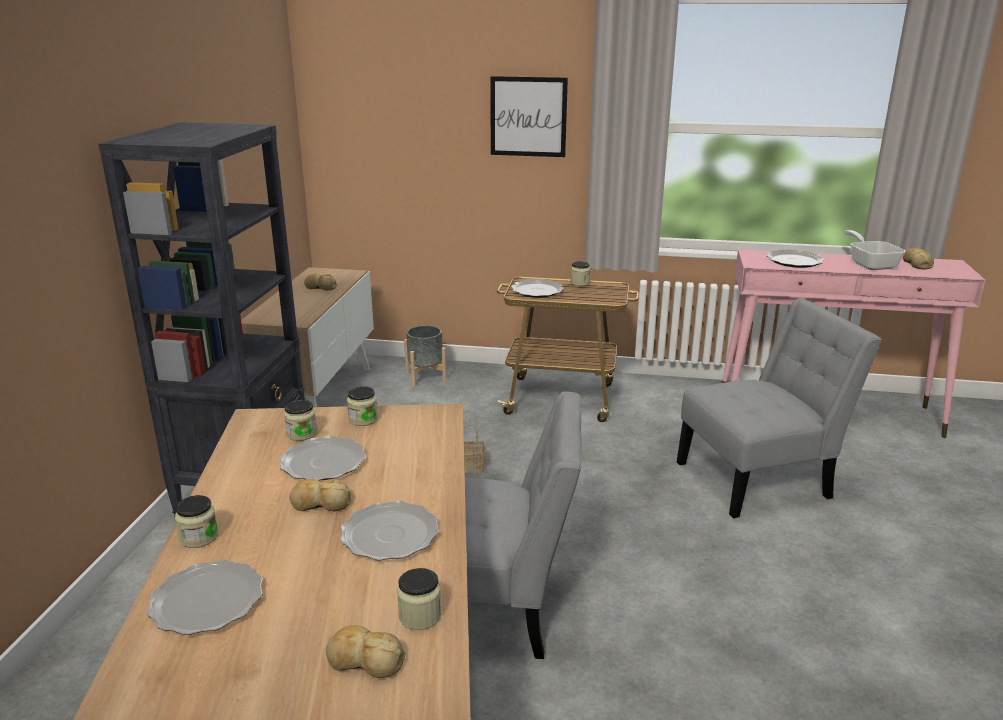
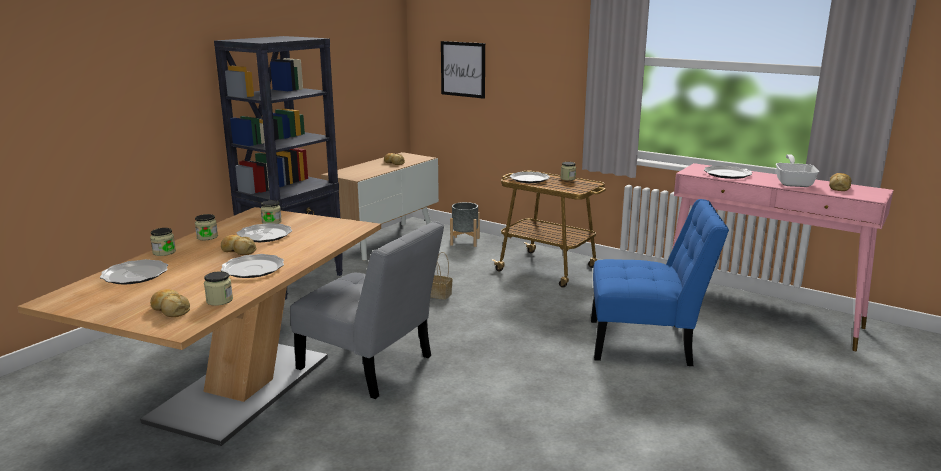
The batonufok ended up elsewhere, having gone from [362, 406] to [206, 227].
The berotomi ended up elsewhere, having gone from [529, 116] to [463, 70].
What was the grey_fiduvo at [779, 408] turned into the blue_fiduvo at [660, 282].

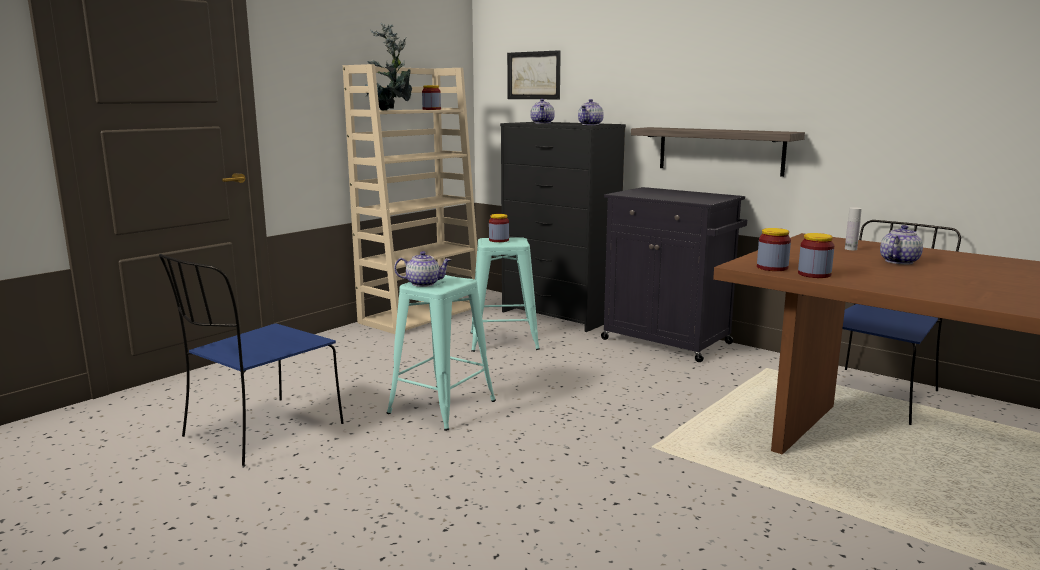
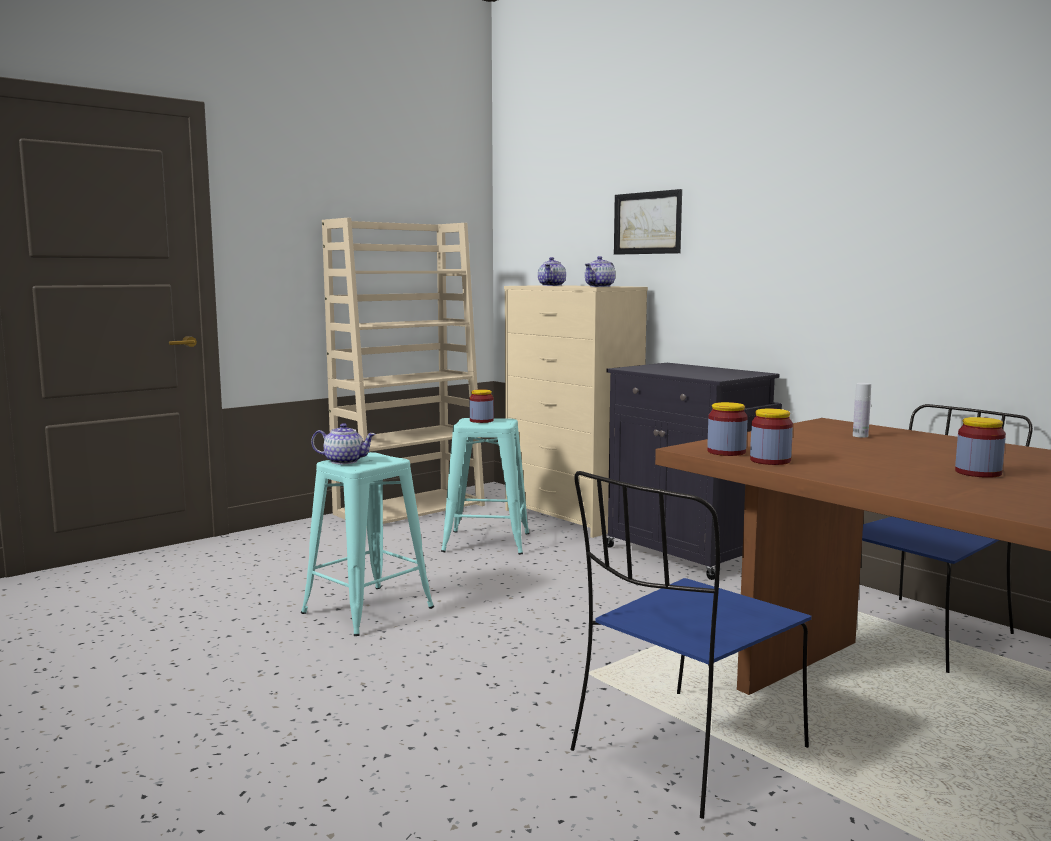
The blue_fiduvo ended up elsewhere, having gone from [251, 360] to [691, 645].
The second view lost the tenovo at [388, 66].
The batonufok ended up elsewhere, having gone from [431, 97] to [980, 447].
What was the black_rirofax at [563, 227] turned into the beige_rirofax at [576, 411].
The berotomi ended up elsewhere, having gone from [534, 74] to [648, 222].
The second view lost the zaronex at [718, 152].
The second view lost the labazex at [901, 245].

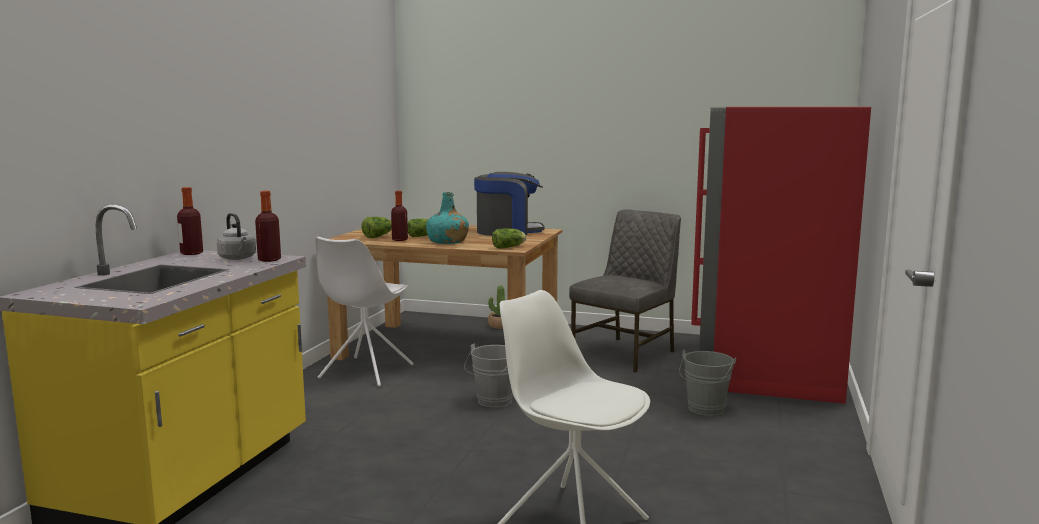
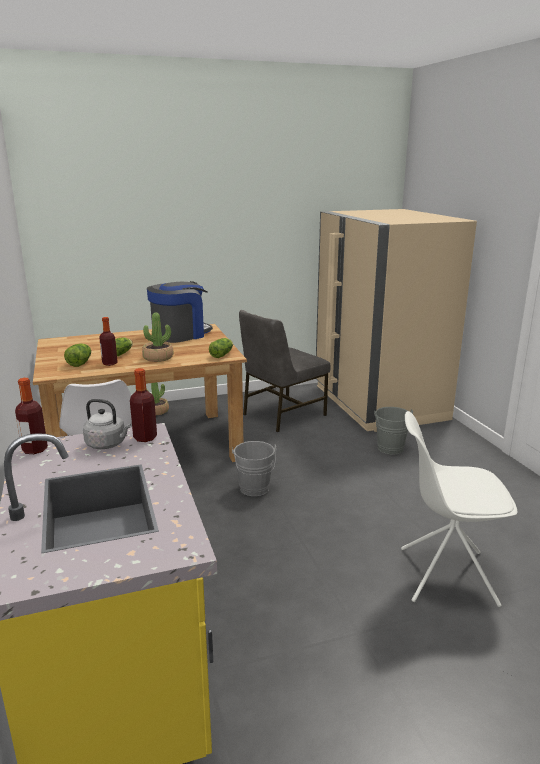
Where the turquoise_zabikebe stood at [447, 218], the tenovo came to stand at [157, 337].
The grey_fiduvo at [625, 291] ended up facing another way, 135 degrees counterclockwise from before.
What was the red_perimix at [781, 255] turned into the beige_perimix at [396, 320].

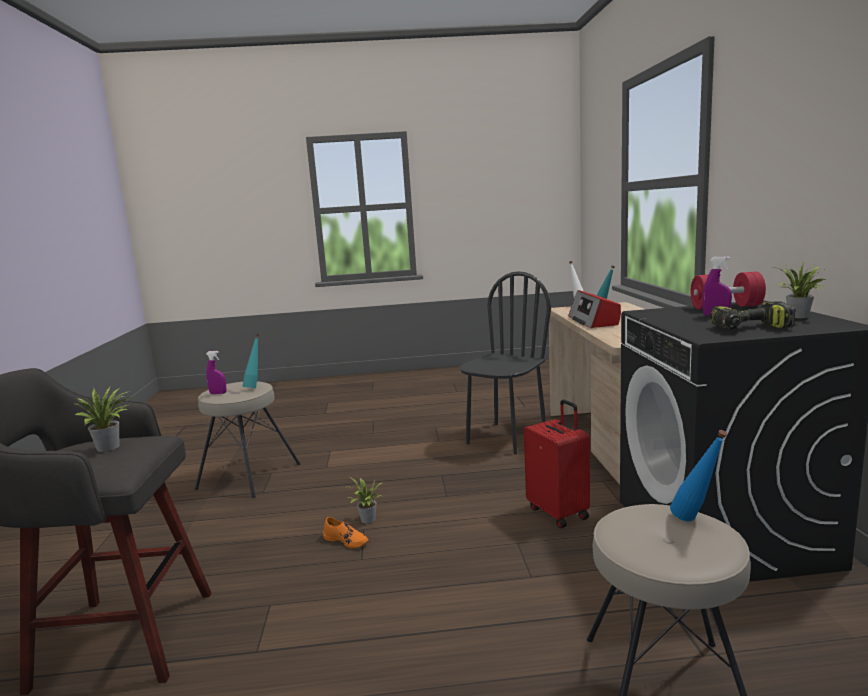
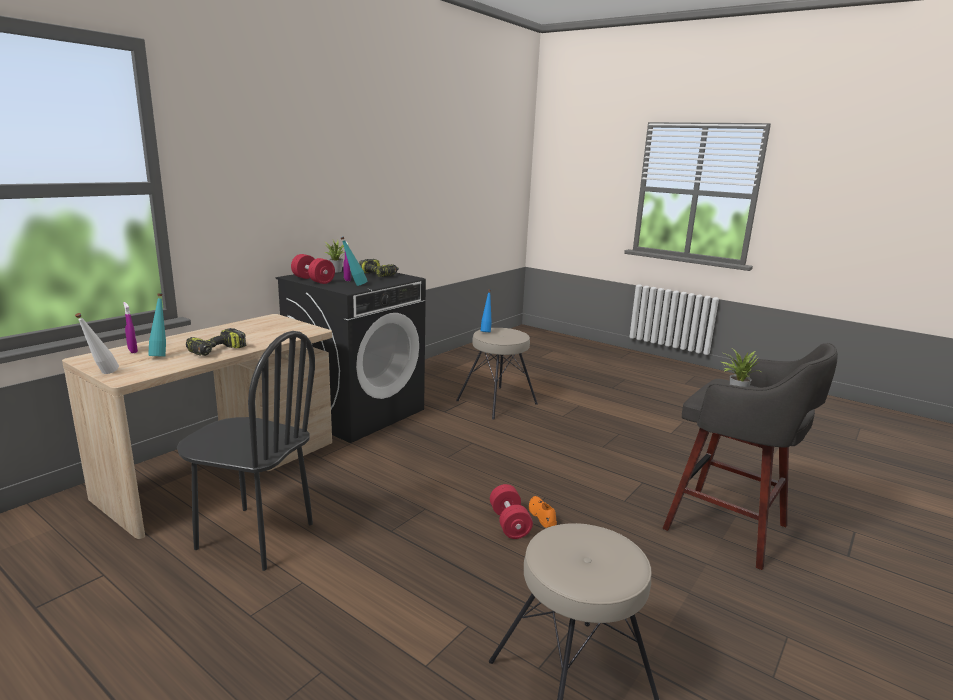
The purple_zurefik ended up elsewhere, having gone from [216, 372] to [130, 327].
The turquoise_zabikebe ended up elsewhere, having gone from [250, 361] to [354, 261].
Where the tenovo stood at [365, 500], the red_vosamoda came to stand at [511, 511].
The black_fiduvo at [505, 363] ended up facing another way, 150 degrees counterclockwise from before.
The second view lost the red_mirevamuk at [557, 464].
Where the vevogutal stood at [594, 309], the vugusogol came to stand at [216, 342].

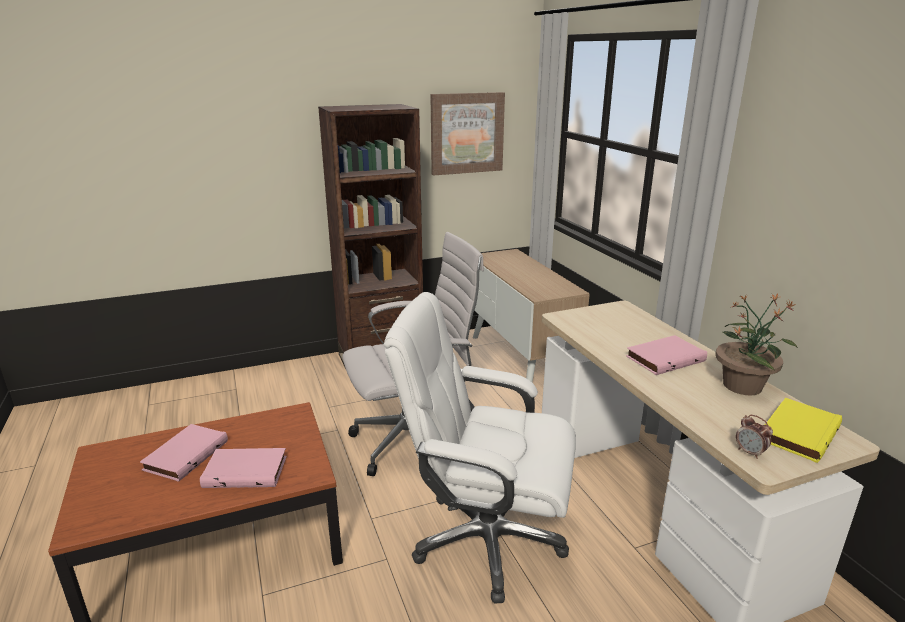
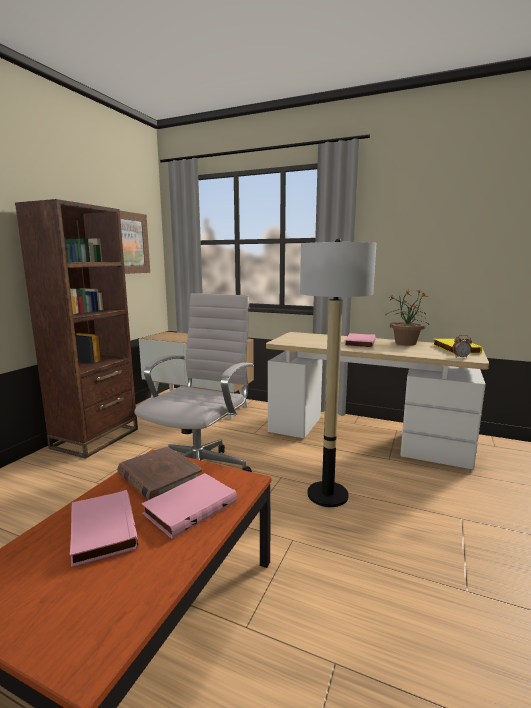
Where the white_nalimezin stood at [480, 447], the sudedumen came to stand at [338, 372].
The second view gained the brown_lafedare at [160, 473].

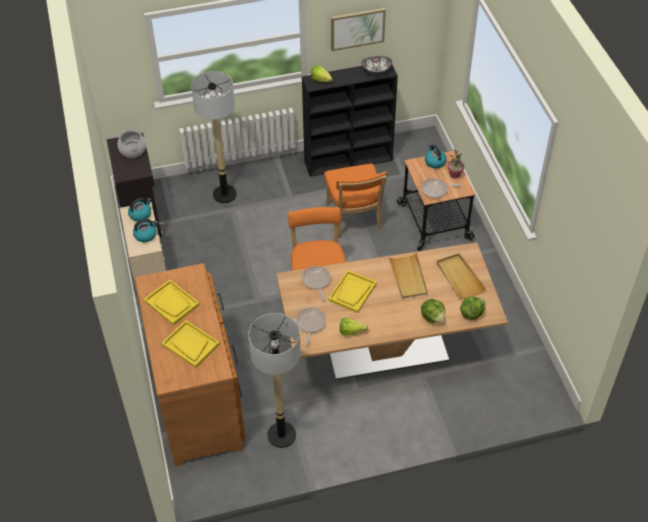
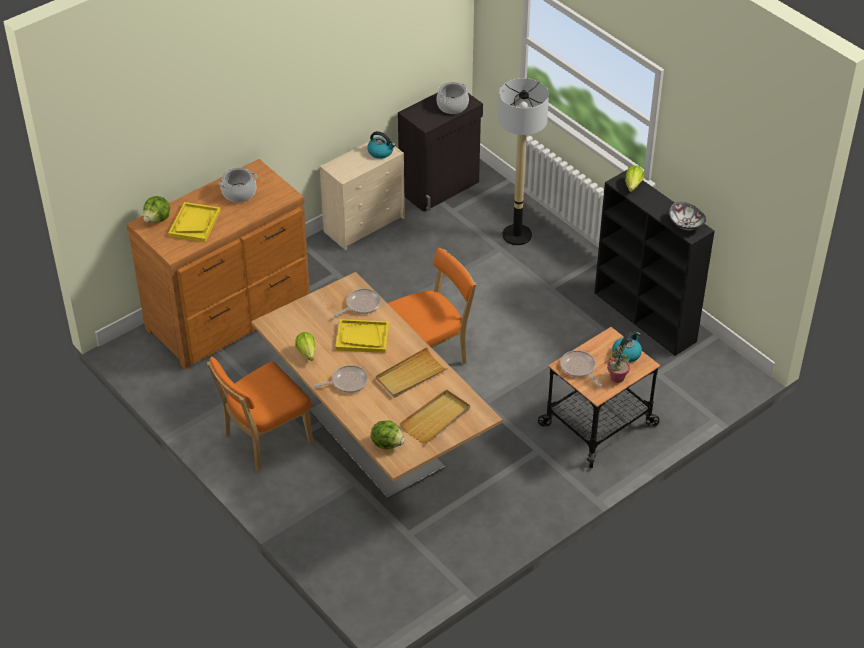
The second view lost the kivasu at [145, 230].
Where the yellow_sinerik stood at [171, 302], the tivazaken came to stand at [238, 185].
The second view lost the sudedumen at [274, 380].
The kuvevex ended up elsewhere, having gone from [311, 326] to [340, 379].
The orange_fiduvo ended up elsewhere, having gone from [355, 200] to [260, 414].
The second view lost the berotomi at [358, 29].
The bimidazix ended up elsewhere, having gone from [433, 311] to [156, 209].

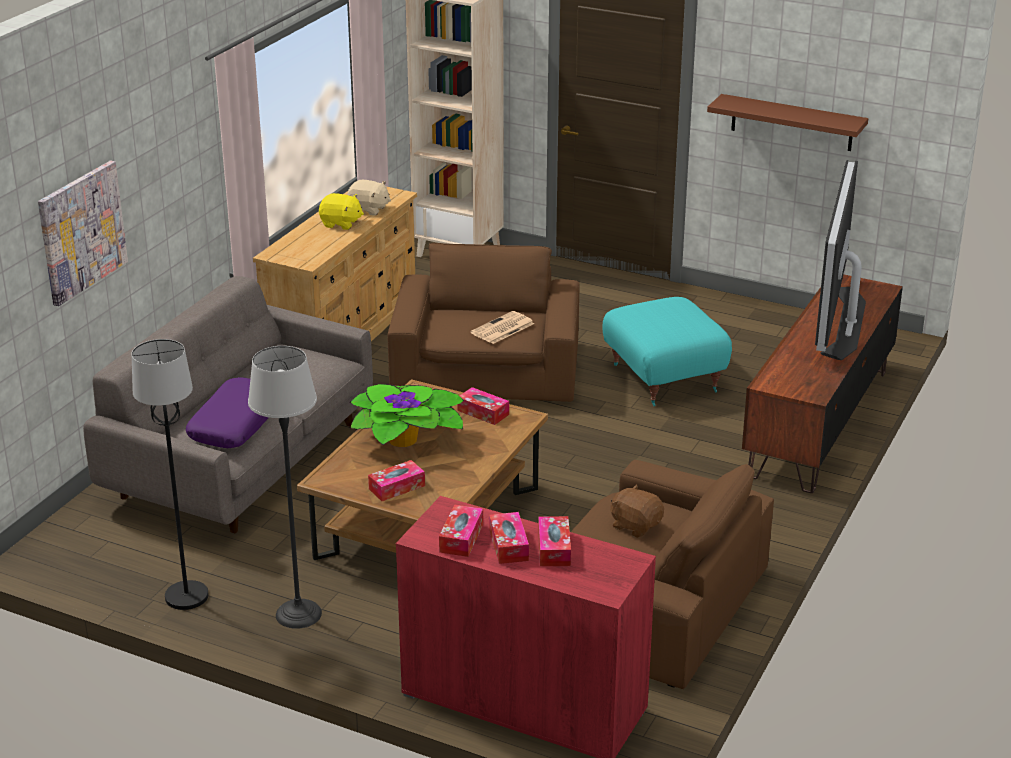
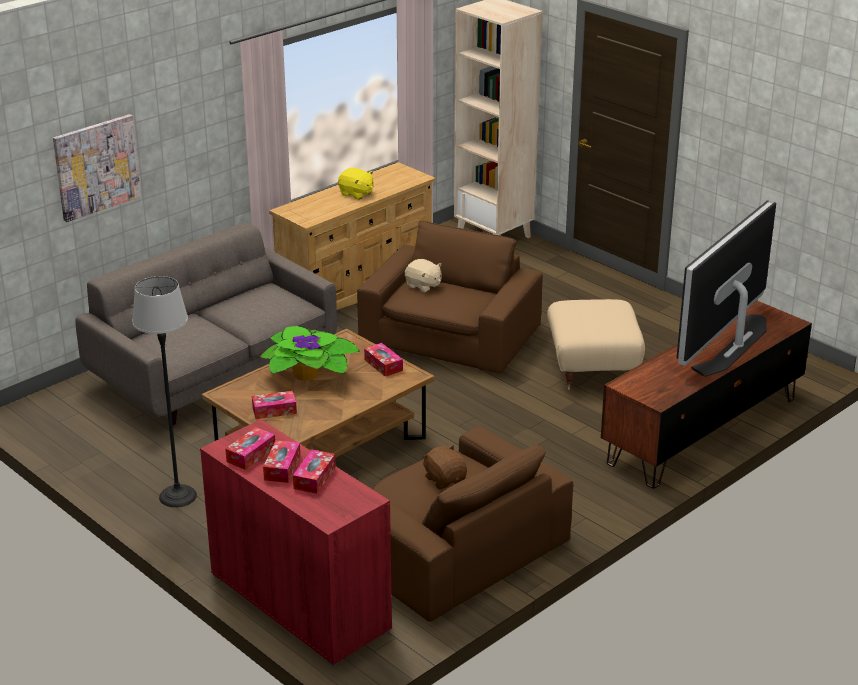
The second view lost the black_sudedumen at [170, 474].
The second view lost the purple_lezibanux at [227, 412].
The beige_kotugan ended up elsewhere, having gone from [369, 198] to [423, 276].
The second view lost the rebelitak at [502, 327].
What was the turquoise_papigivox at [667, 351] turned into the beige_papigivox at [596, 344].
The second view lost the brown_zaronex at [787, 122].

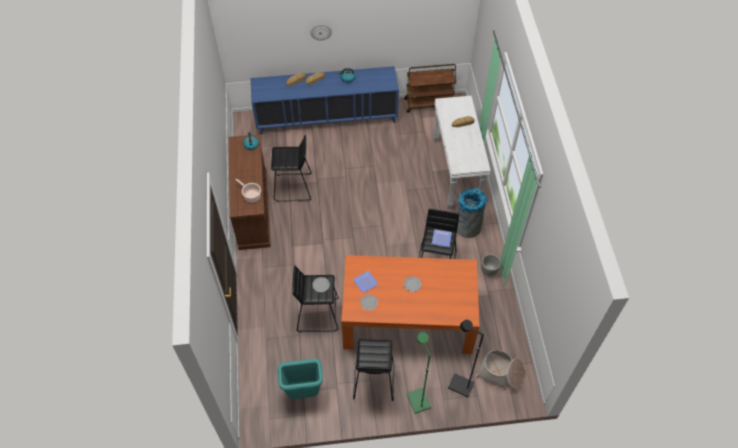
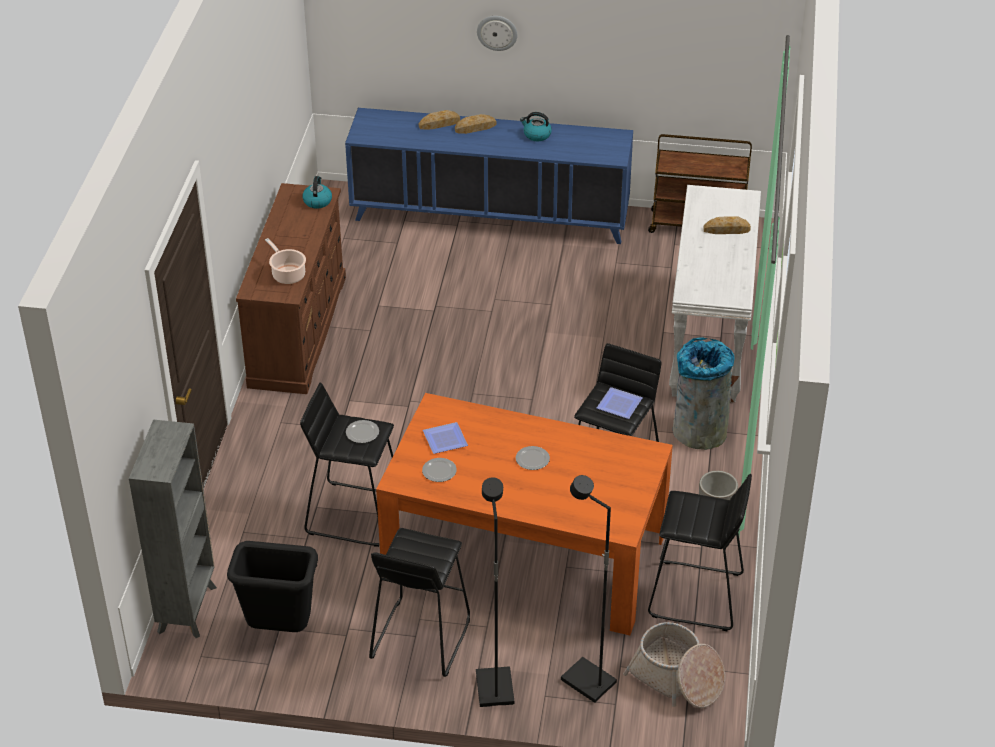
The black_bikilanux ended up elsewhere, having gone from [291, 168] to [700, 552].
What was the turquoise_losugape at [300, 379] turned into the black_losugape at [272, 586].
What was the green_sudedumen at [419, 373] turned into the black_sudedumen at [495, 592].
The second view gained the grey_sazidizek at [173, 528].

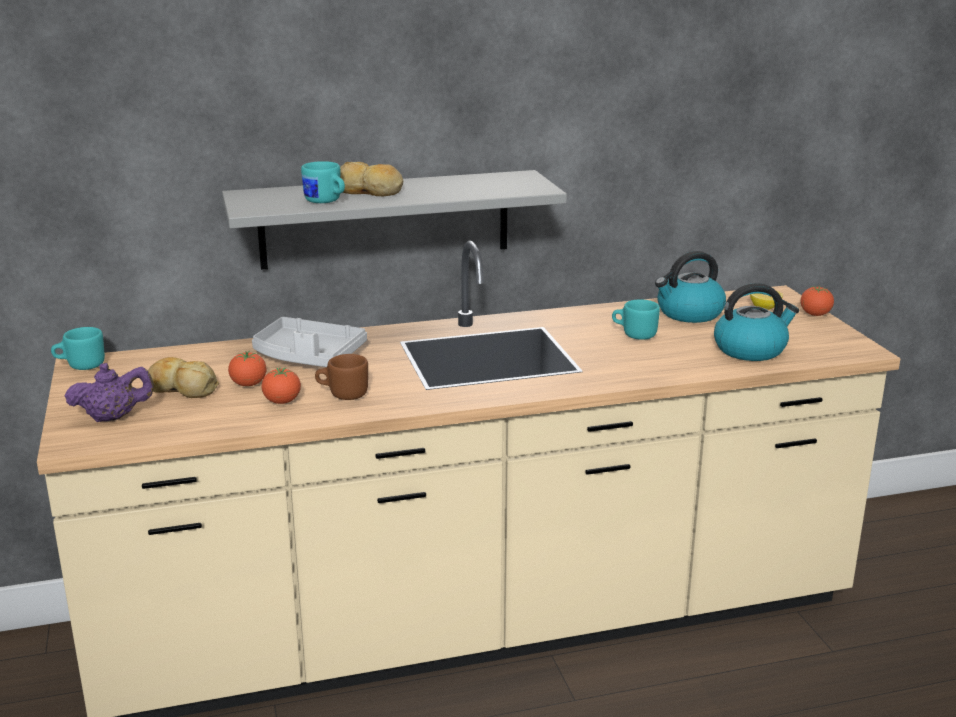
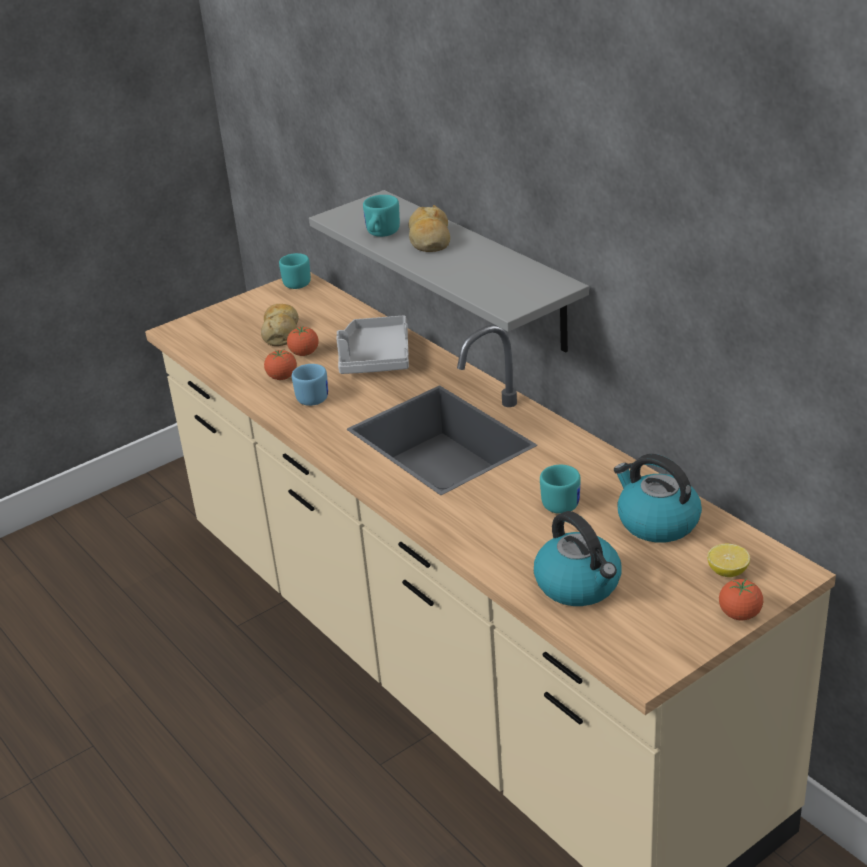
The second view lost the purple_labazex at [109, 392].
What was the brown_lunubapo at [341, 377] turned into the blue_lunubapo at [310, 385].

